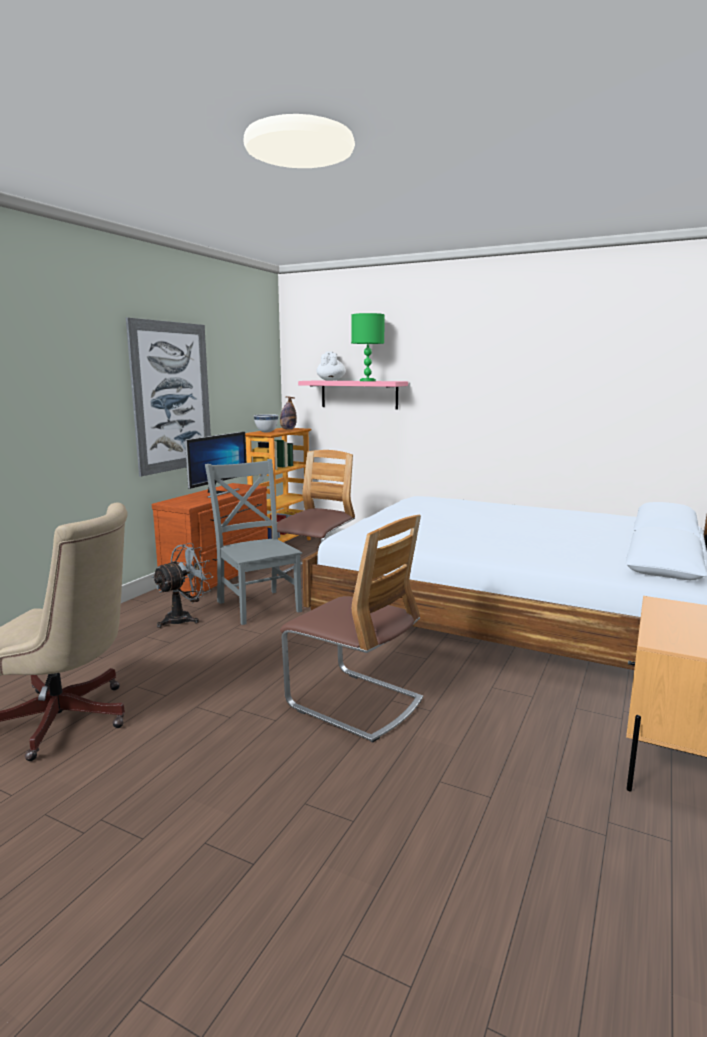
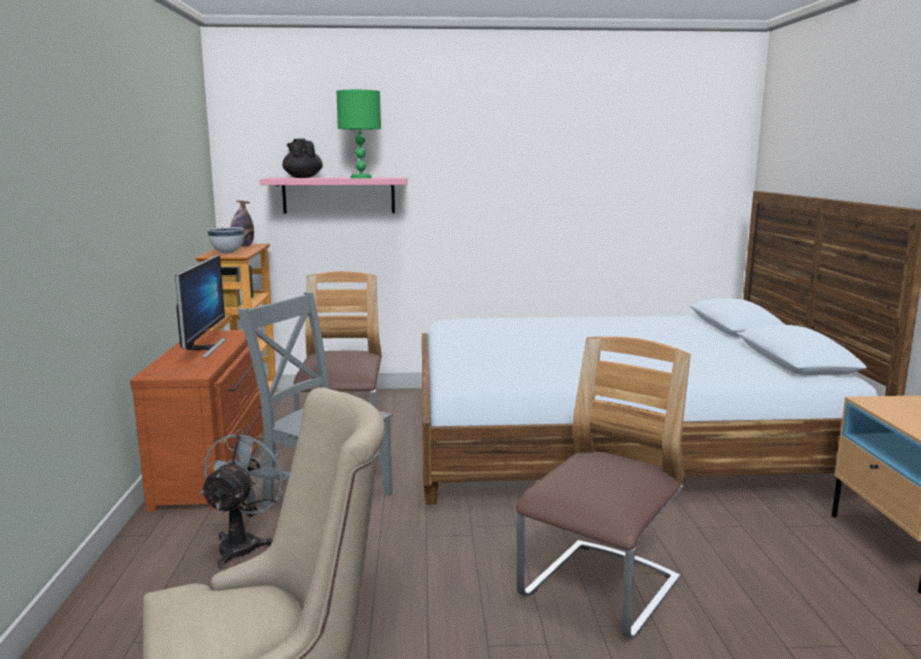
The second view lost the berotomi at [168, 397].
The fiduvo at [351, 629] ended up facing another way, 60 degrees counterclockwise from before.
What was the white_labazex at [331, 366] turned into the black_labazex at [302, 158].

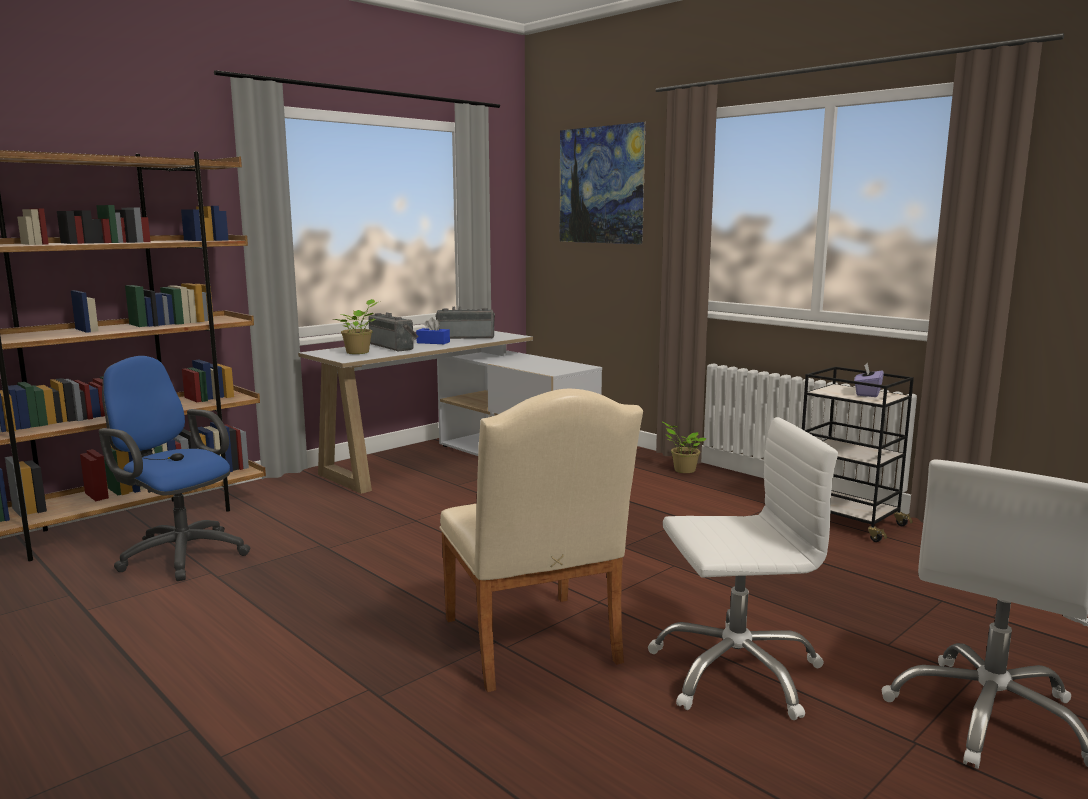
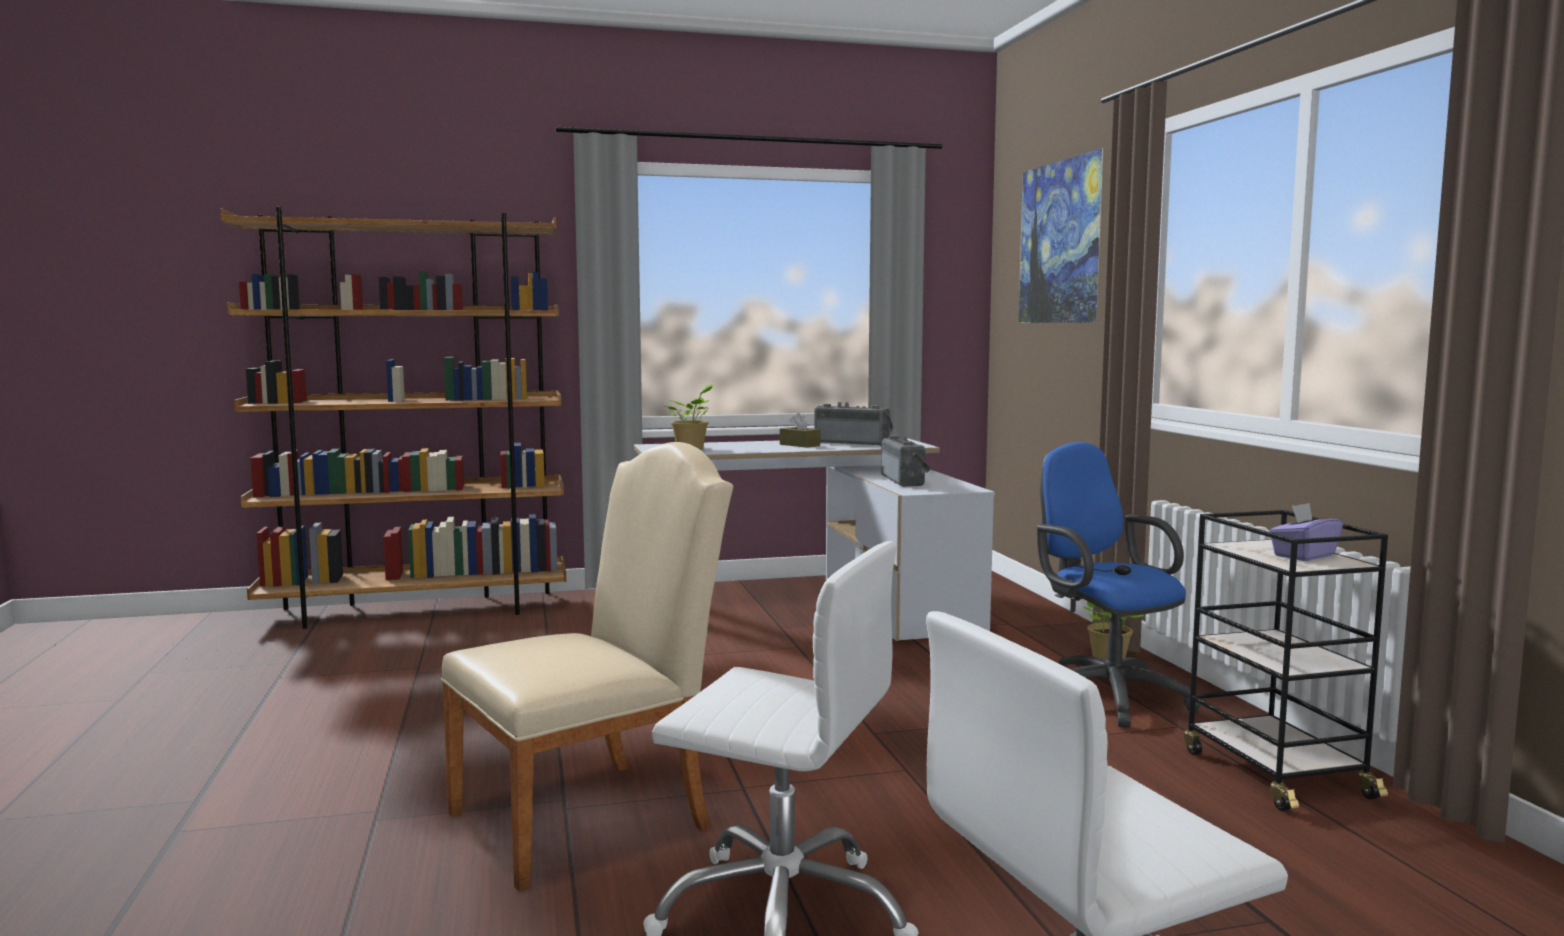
The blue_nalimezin ended up elsewhere, having gone from [174, 468] to [1119, 585].
The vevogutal ended up elsewhere, having gone from [393, 331] to [906, 460].
What was the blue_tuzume at [433, 330] turned into the brown_tuzume at [800, 430].
The beige_fiduvo at [541, 540] ended up facing another way, 135 degrees counterclockwise from before.

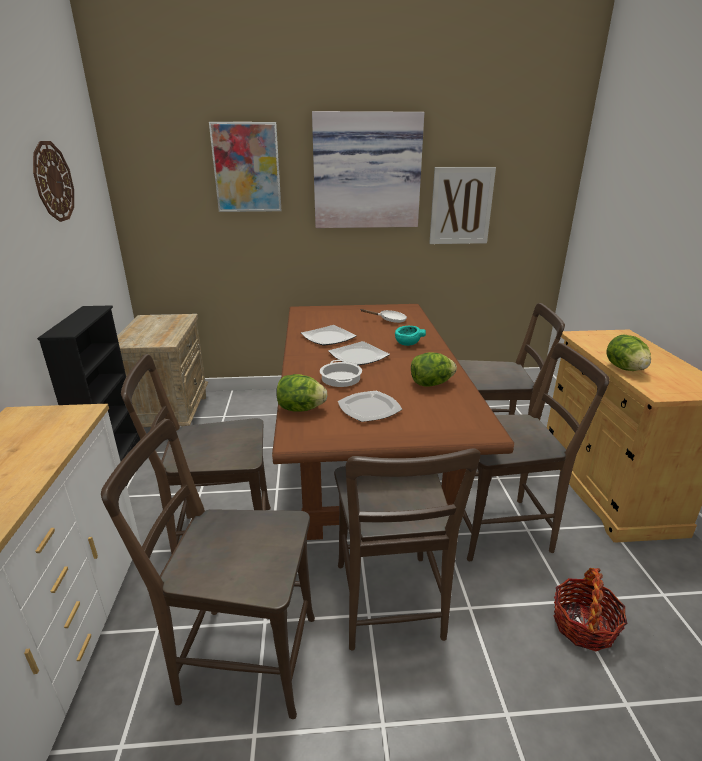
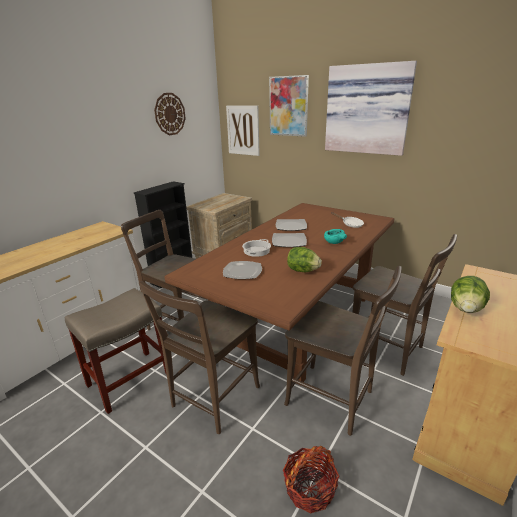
Where the brown_fiduvo stood at [208, 569], the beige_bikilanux came to stand at [116, 351].
The second view lost the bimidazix at [302, 392].
The berotomi ended up elsewhere, having gone from [462, 205] to [243, 131].

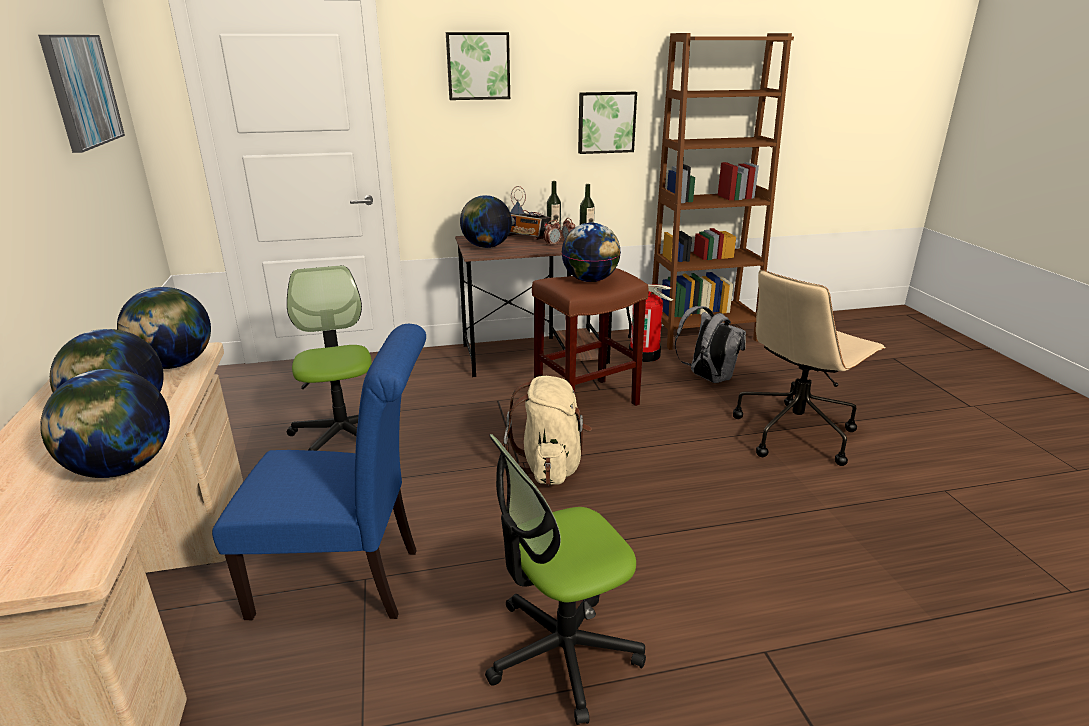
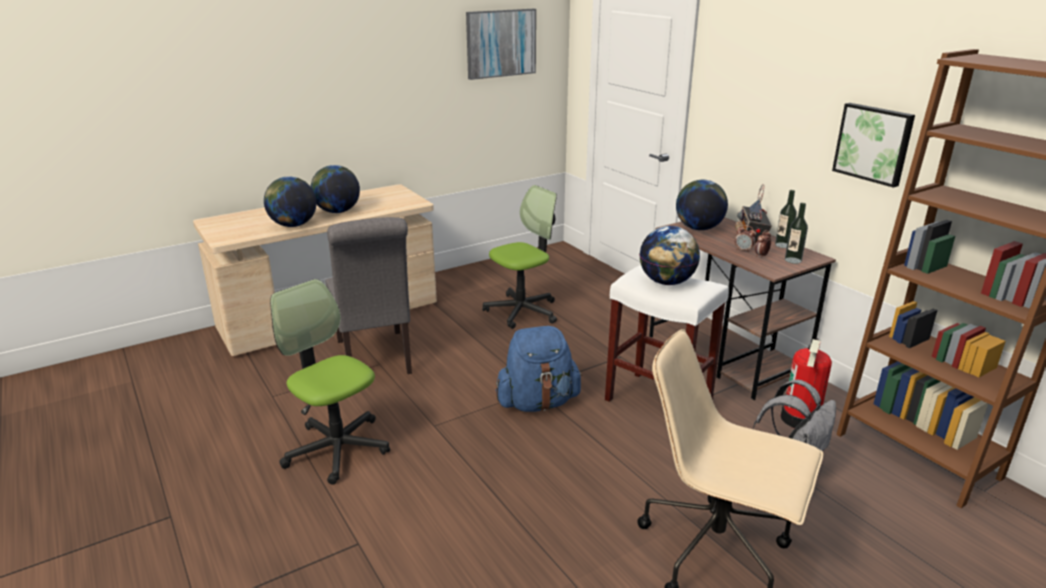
The second view lost the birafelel at [164, 328].
What was the blue_fiduvo at [319, 472] turned into the grey_fiduvo at [368, 295].
The second view lost the berotomi at [478, 66].
What was the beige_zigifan at [547, 430] turned into the blue_zigifan at [539, 369].
What was the brown_bikilanux at [590, 337] turned into the white_bikilanux at [667, 333].

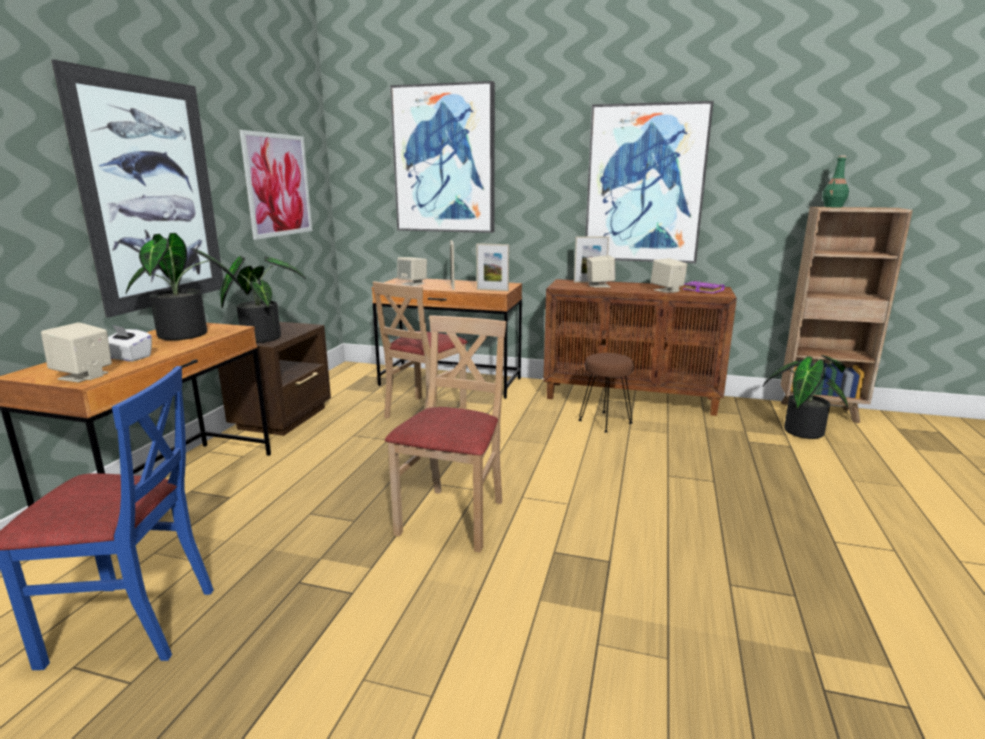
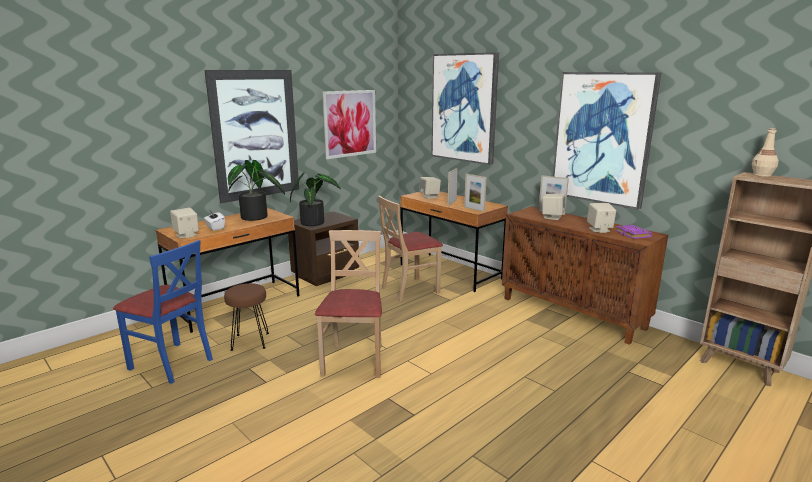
The beige_fiduvo at [446, 434] ended up facing another way, 45 degrees counterclockwise from before.
The brown_bikilanux ended up elsewhere, having gone from [606, 393] to [246, 317].
The second view lost the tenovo at [805, 397].
What was the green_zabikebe at [835, 181] turned into the beige_zabikebe at [765, 152].

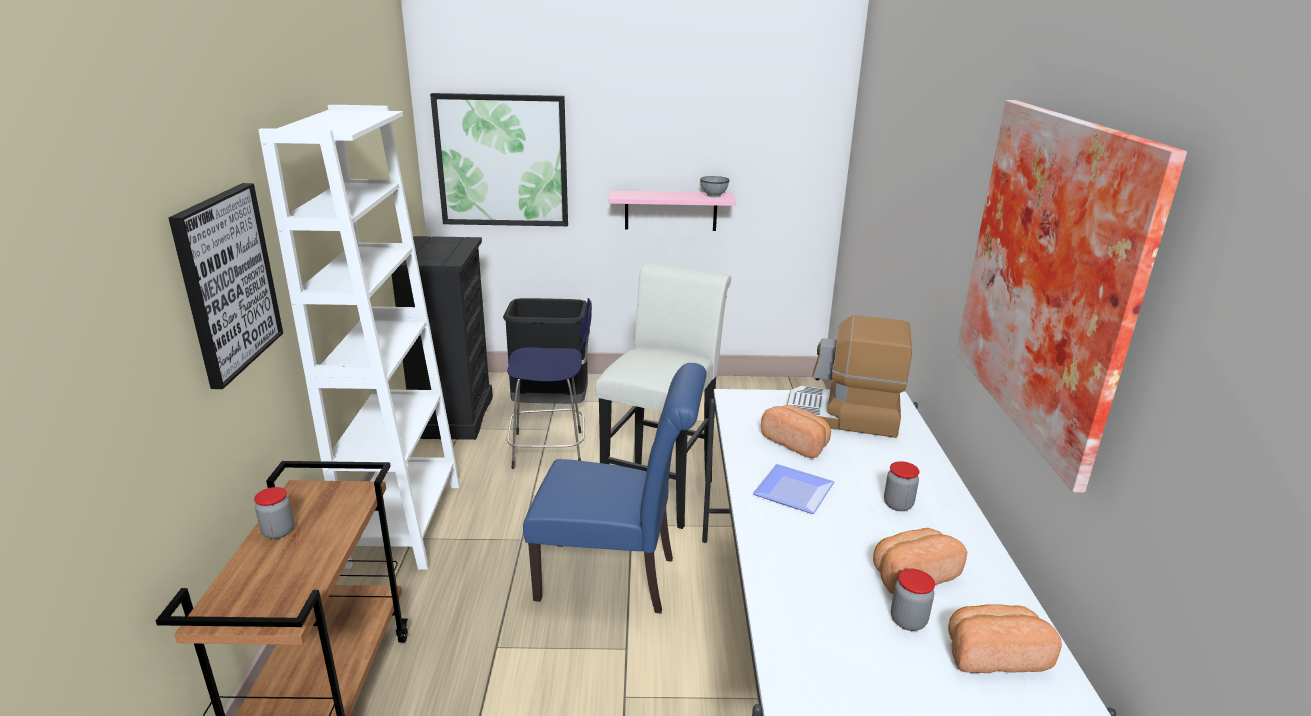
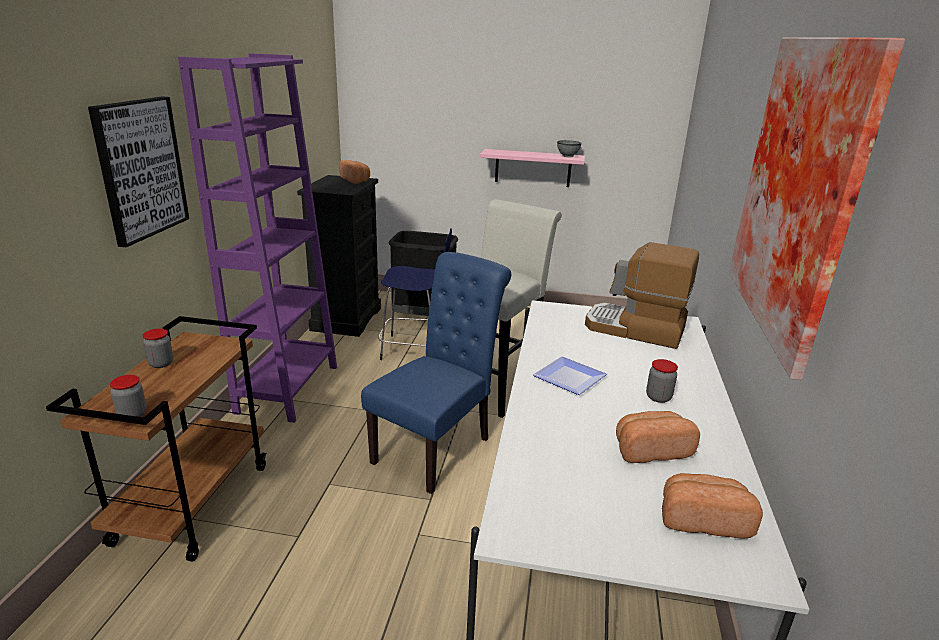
What was the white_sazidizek at [359, 337] turned into the purple_sazidizek at [257, 238].
The second view lost the berotomi at [499, 159].
The blue_fiduvo at [615, 488] ended up facing another way, 75 degrees counterclockwise from before.
The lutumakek ended up elsewhere, having gone from [796, 431] to [354, 172].
The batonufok ended up elsewhere, having gone from [913, 600] to [128, 396].

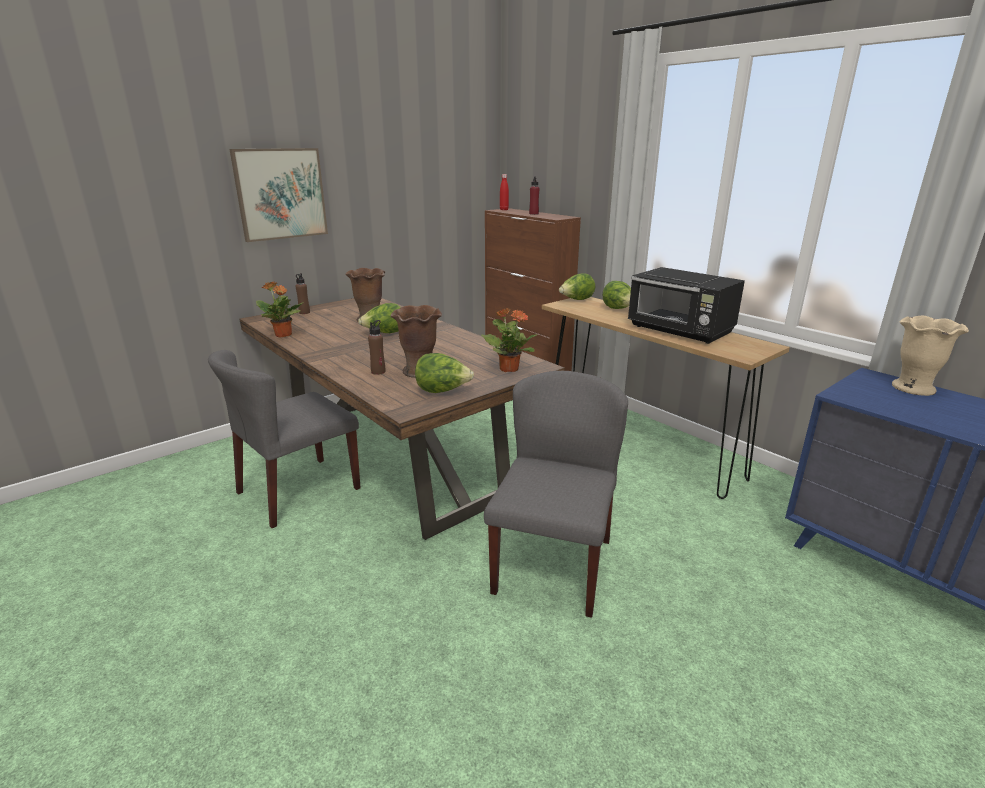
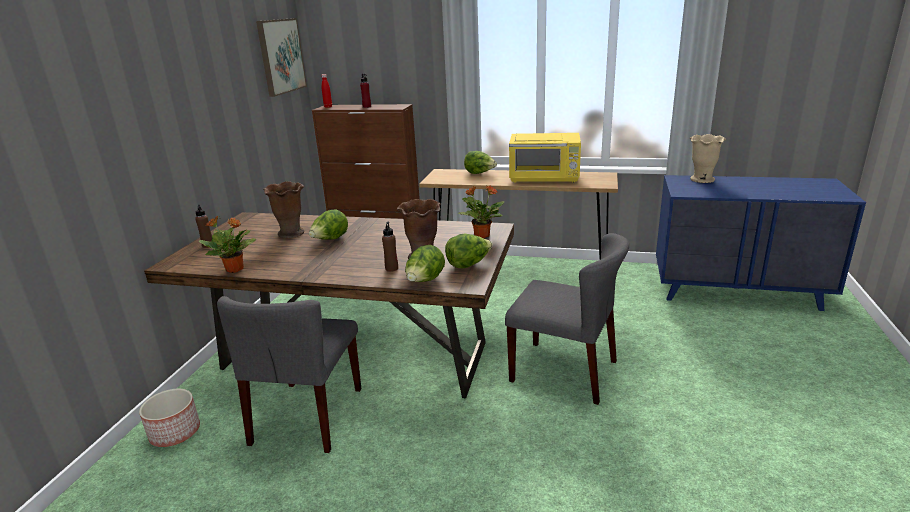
The berotomi ended up elsewhere, having gone from [279, 195] to [281, 57].
The grey_fiduvo at [556, 494] ended up facing another way, 135 degrees clockwise from before.
The bimidazix ended up elsewhere, having gone from [577, 286] to [425, 263].
What was the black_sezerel at [686, 305] turned into the yellow_sezerel at [545, 158].
The second view gained the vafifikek at [169, 418].

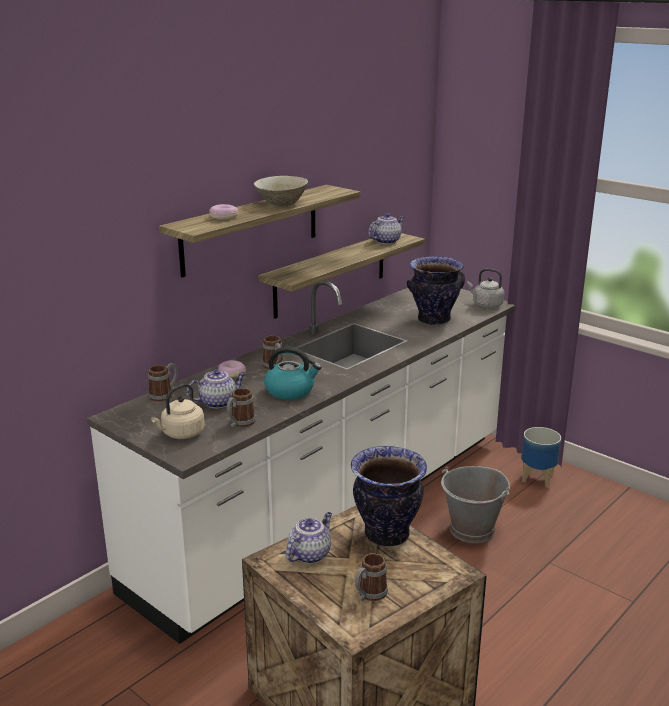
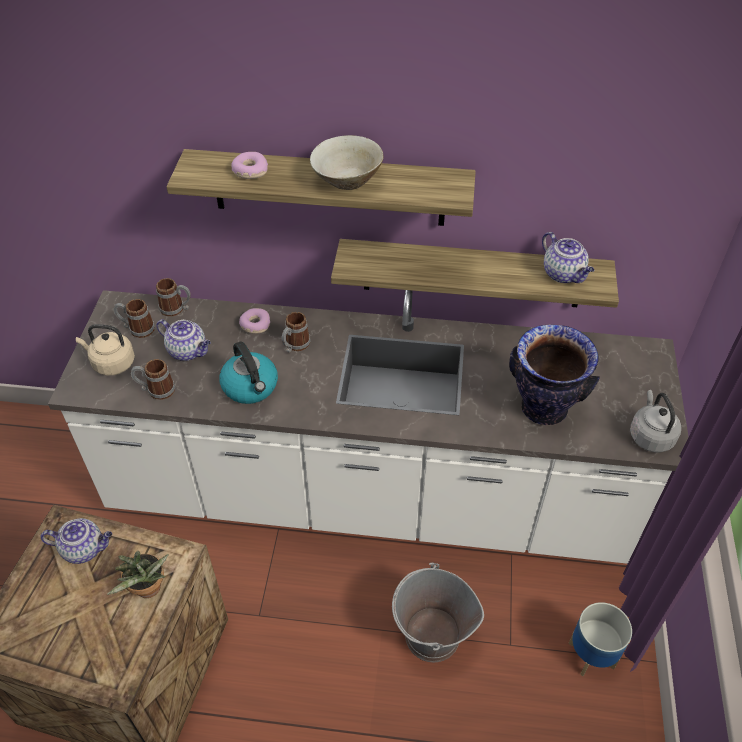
Where the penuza stood at [389, 496], the tenovo came to stand at [138, 574].
The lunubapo ended up elsewhere, having gone from [371, 577] to [134, 318].
The labazex at [386, 228] ended up facing another way, 45 degrees clockwise from before.

